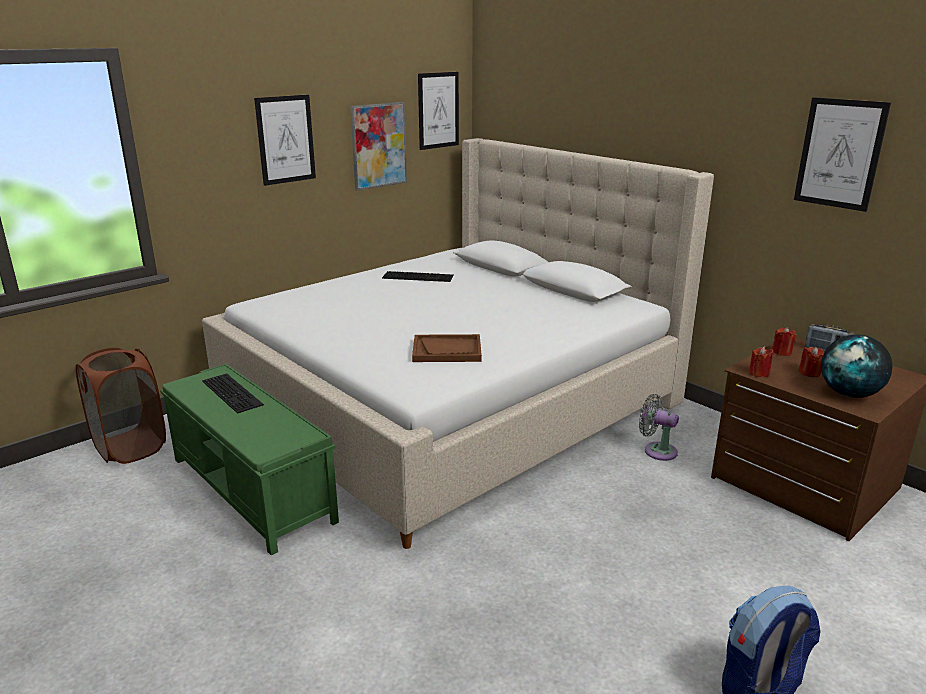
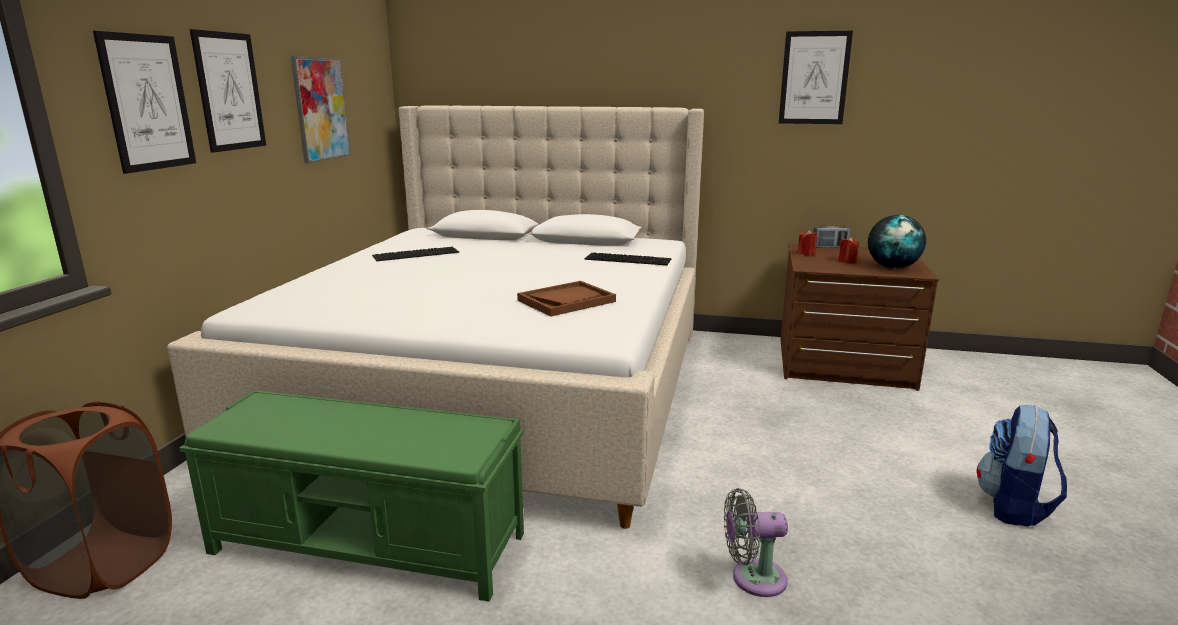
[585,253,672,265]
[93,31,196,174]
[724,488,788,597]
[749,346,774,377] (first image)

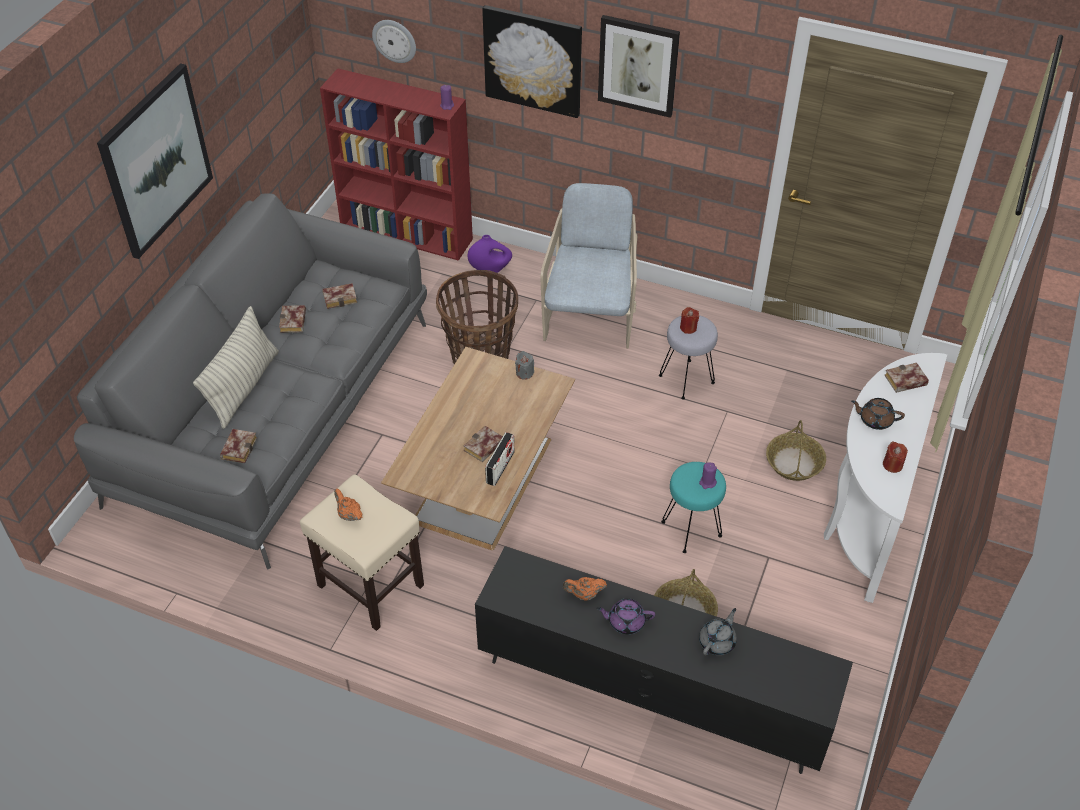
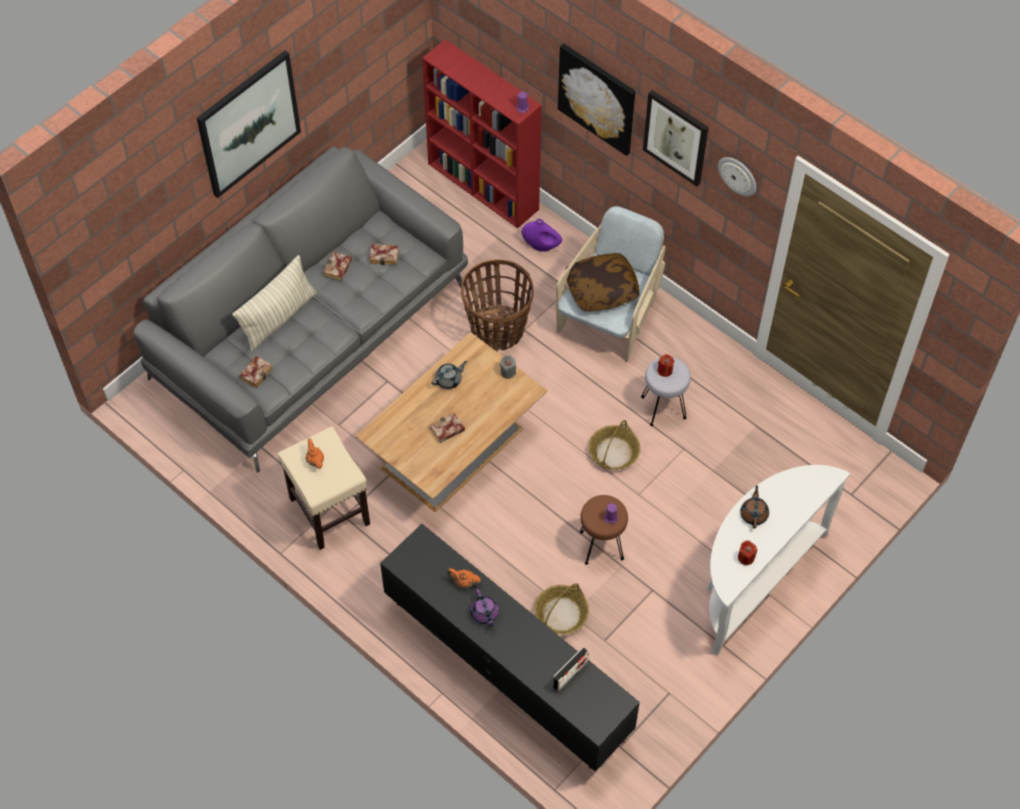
[718,157,756,196]
[552,647,589,692]
[470,589,499,627]
[580,495,628,565]
[431,361,467,389]
[589,420,640,470]
[740,485,769,529]
[884,363,929,393] (first image)
[566,253,640,311]

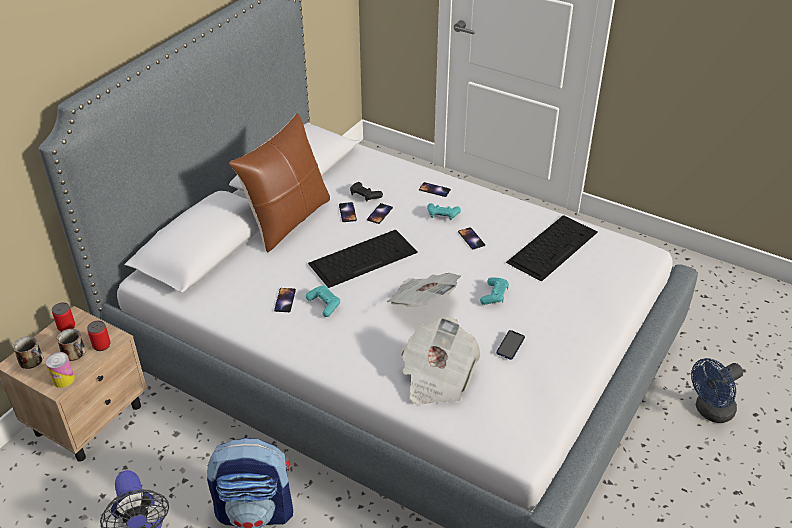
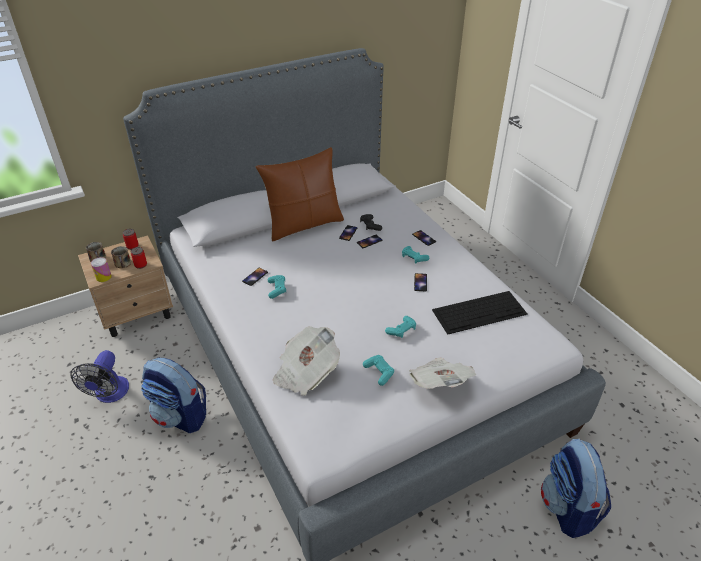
[308,230,418,288] (first image)
[409,358,477,389]
[363,355,394,386]
[541,438,611,538]

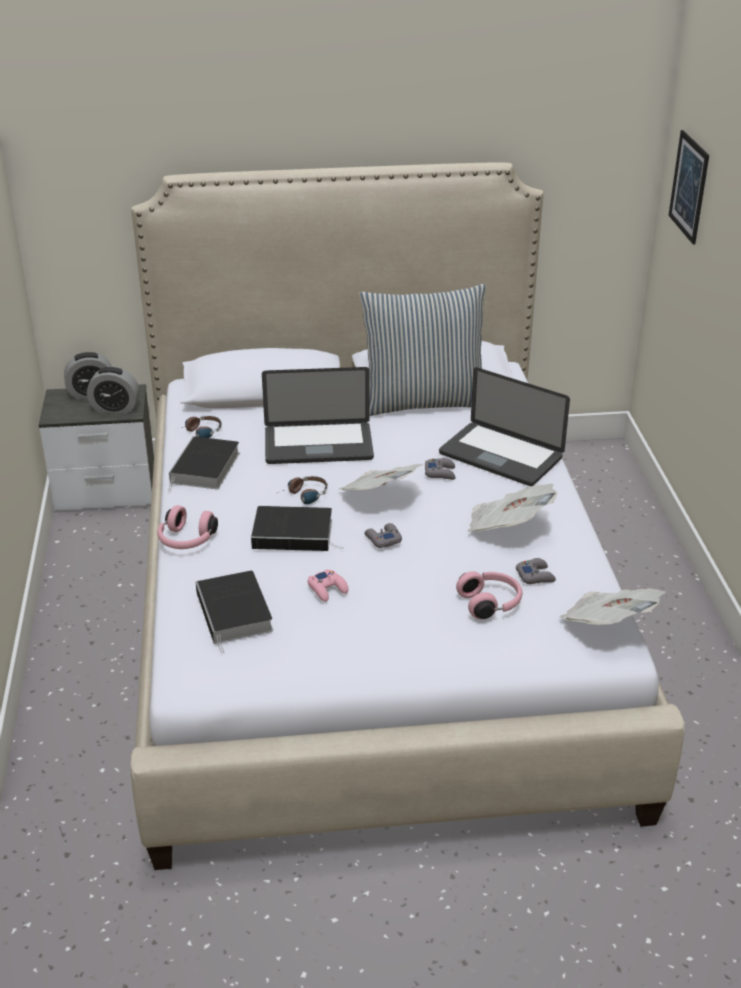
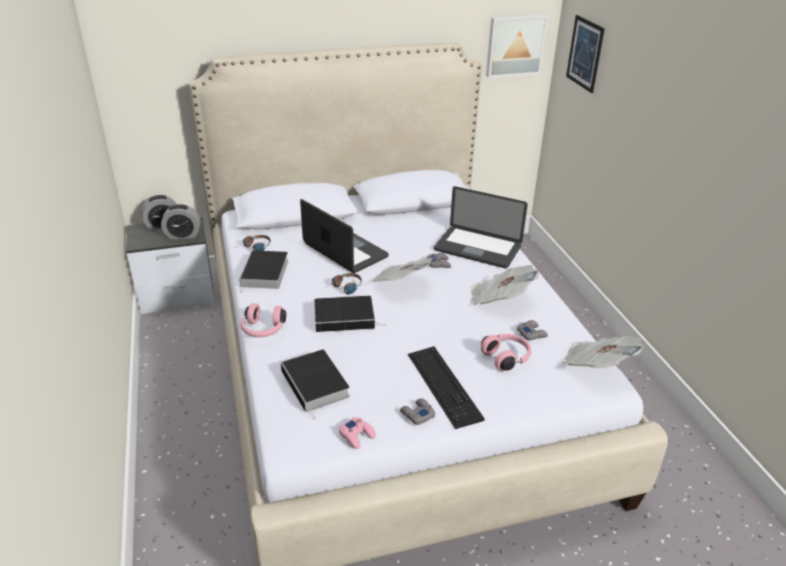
[300,199,389,273]
[339,417,376,449]
[359,284,486,416] (first image)
[400,398,435,425]
[408,346,485,429]
[486,15,548,78]

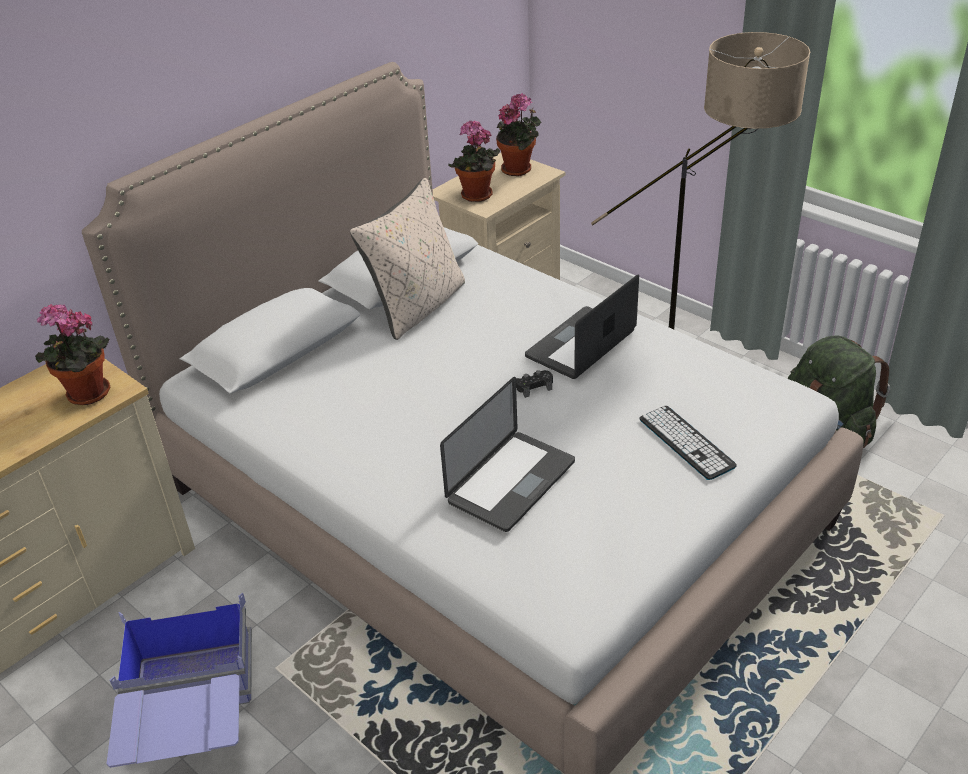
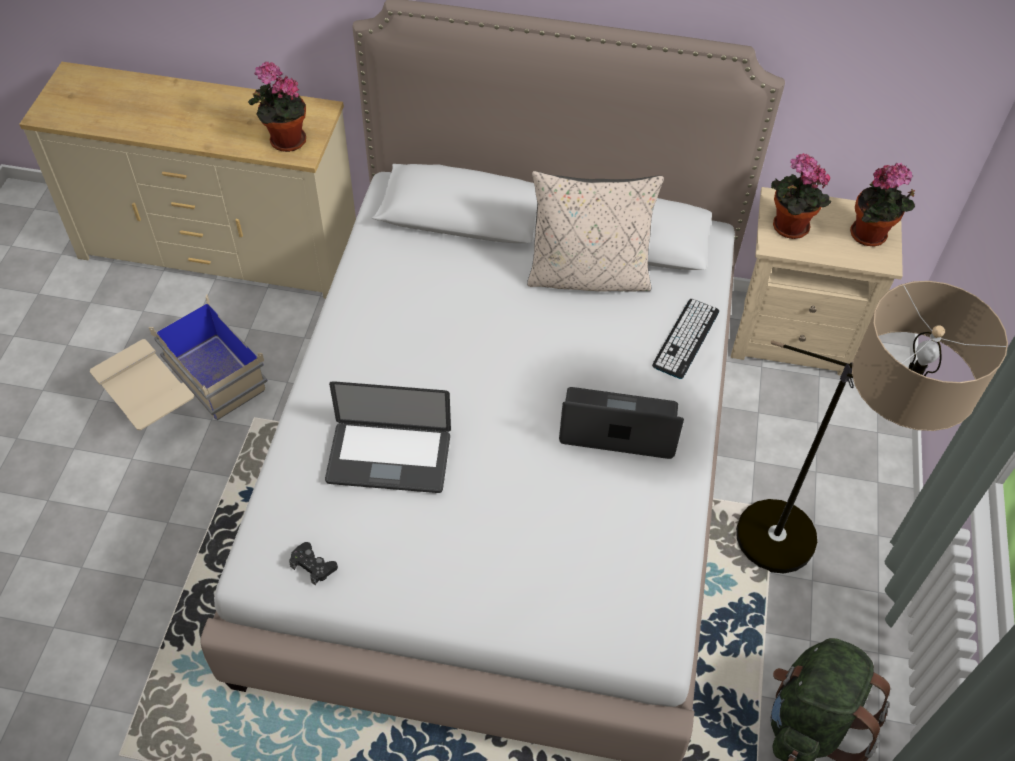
[89,294,268,430]
[289,542,338,586]
[652,299,719,379]

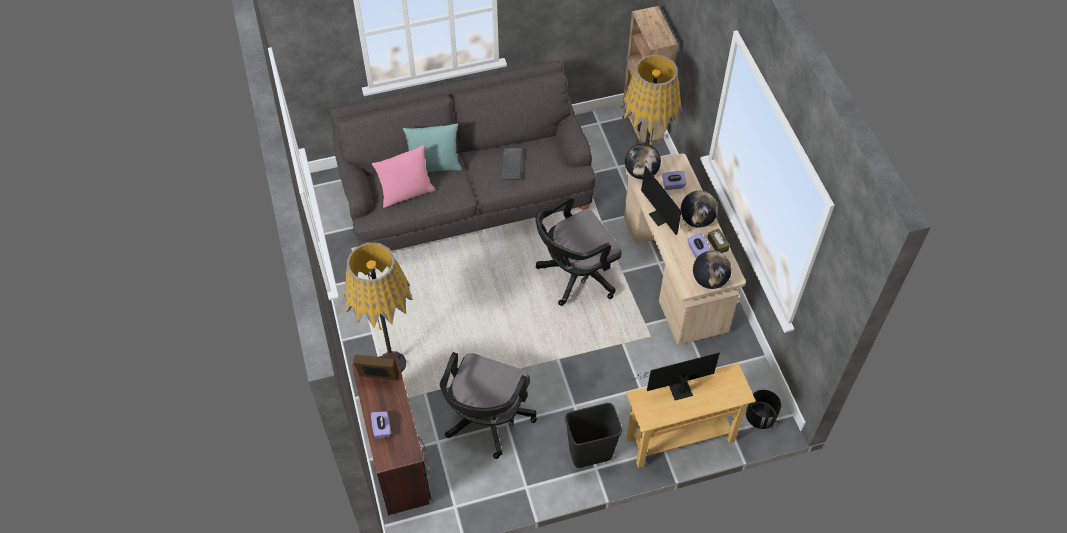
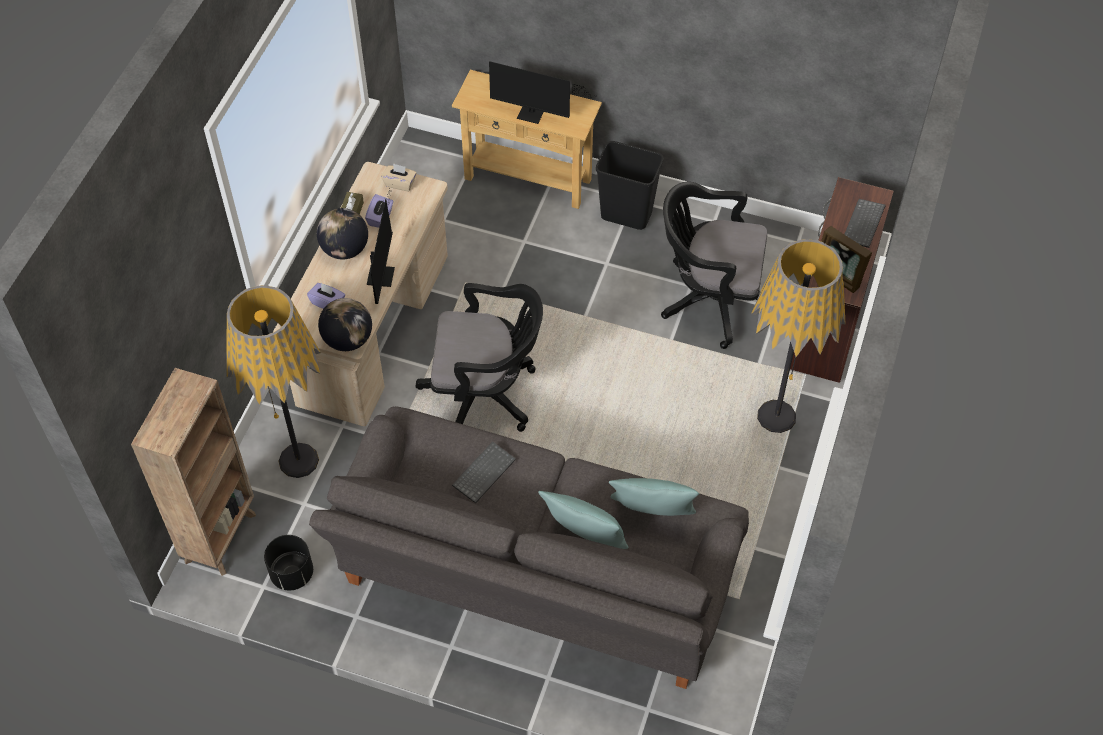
[844,199,886,248]
[609,478,699,516]
[661,182,767,349]
[381,163,417,192]
[264,535,313,591]

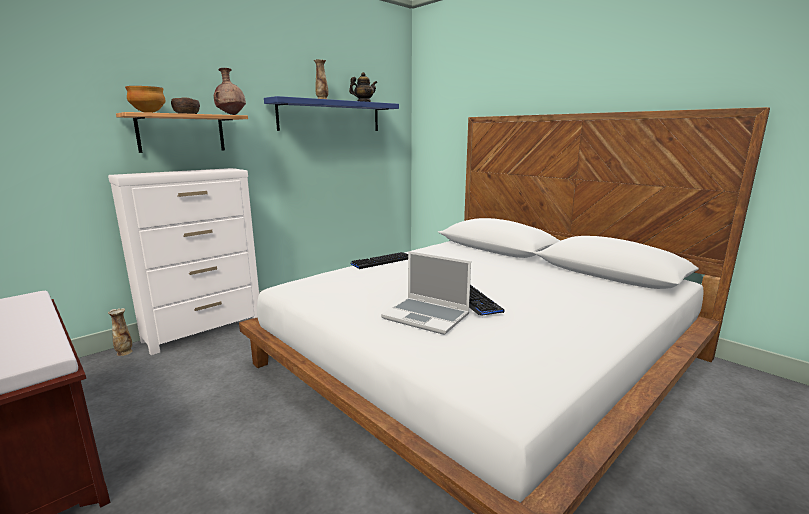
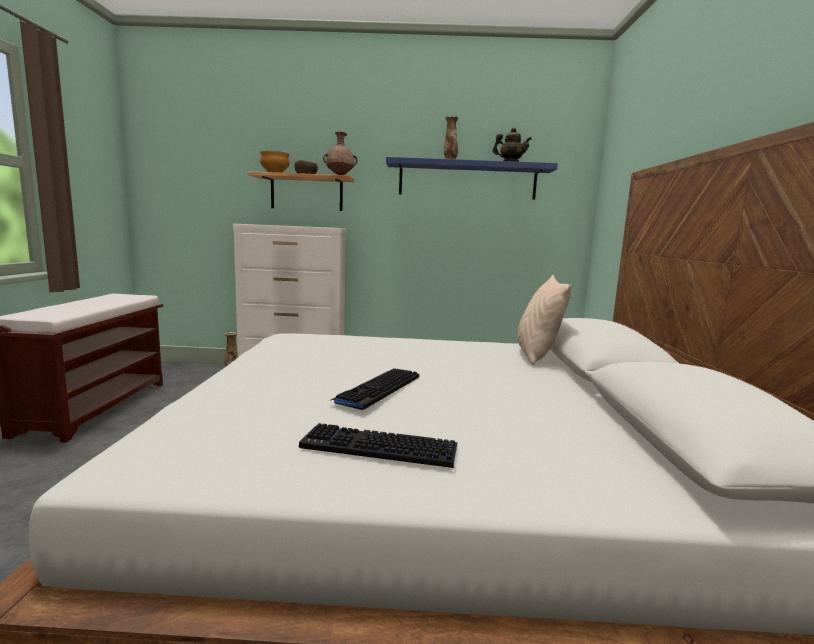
[299,423,458,468]
[381,251,471,335] (first image)
[518,275,572,365]

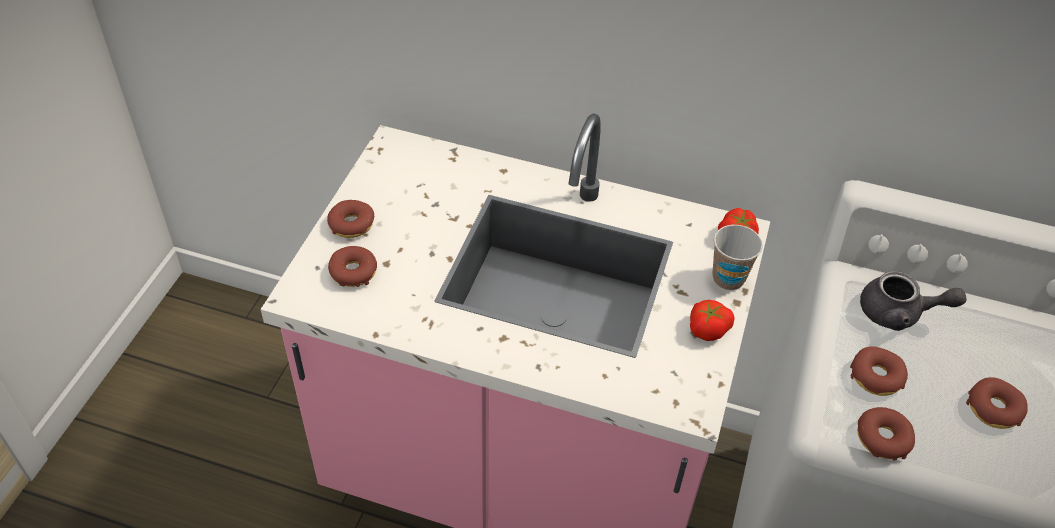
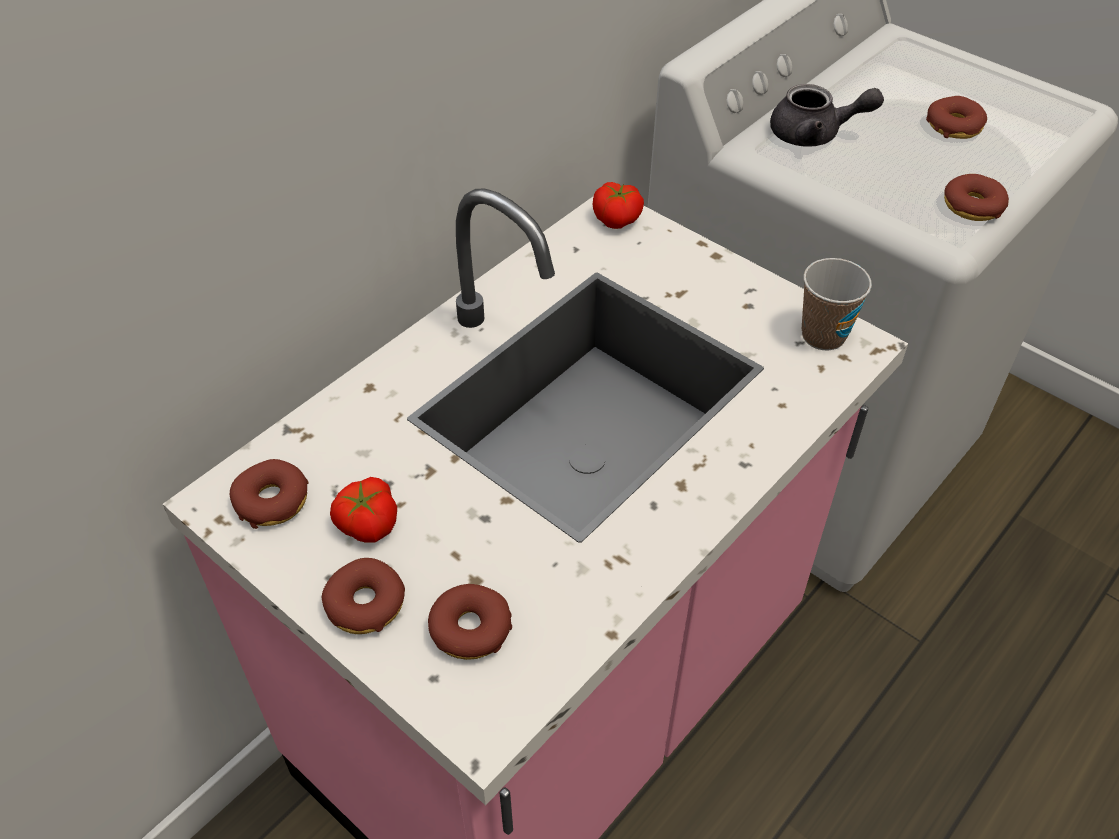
[330,477,397,543]
[802,258,872,351]
[230,459,309,529]
[770,84,884,147]

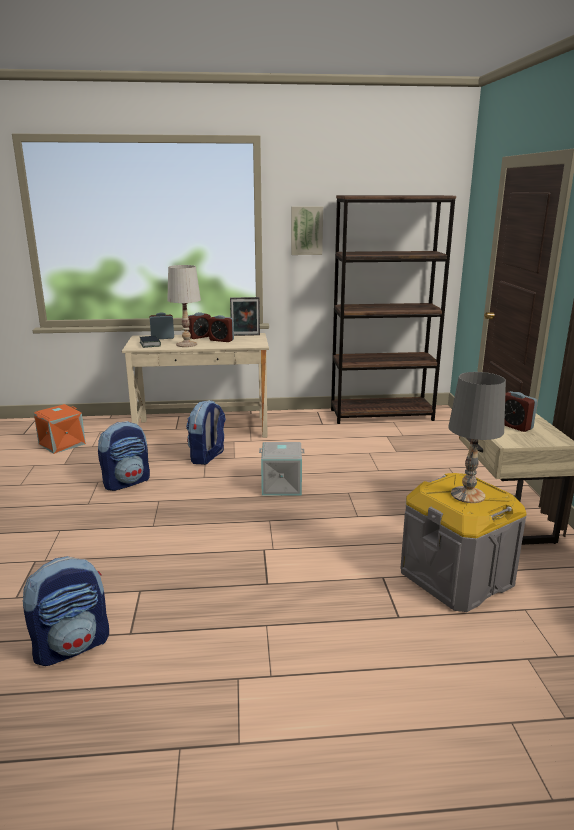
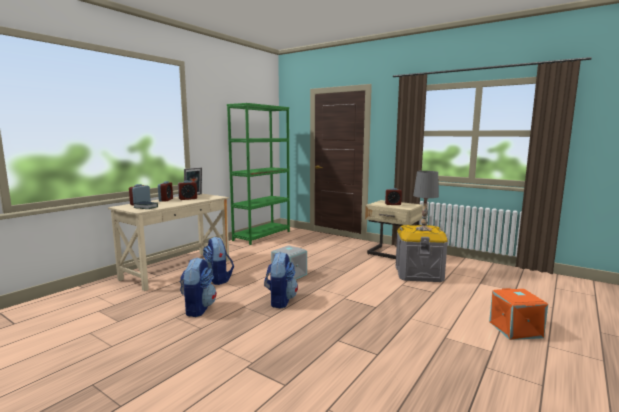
[264,252,298,309]
[489,288,548,340]
[167,265,201,347] (first image)
[291,206,323,255] (first image)
[227,103,290,245]

